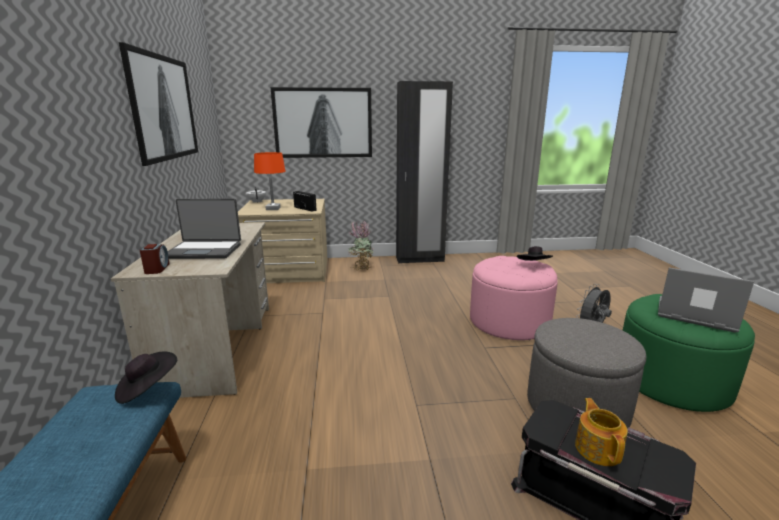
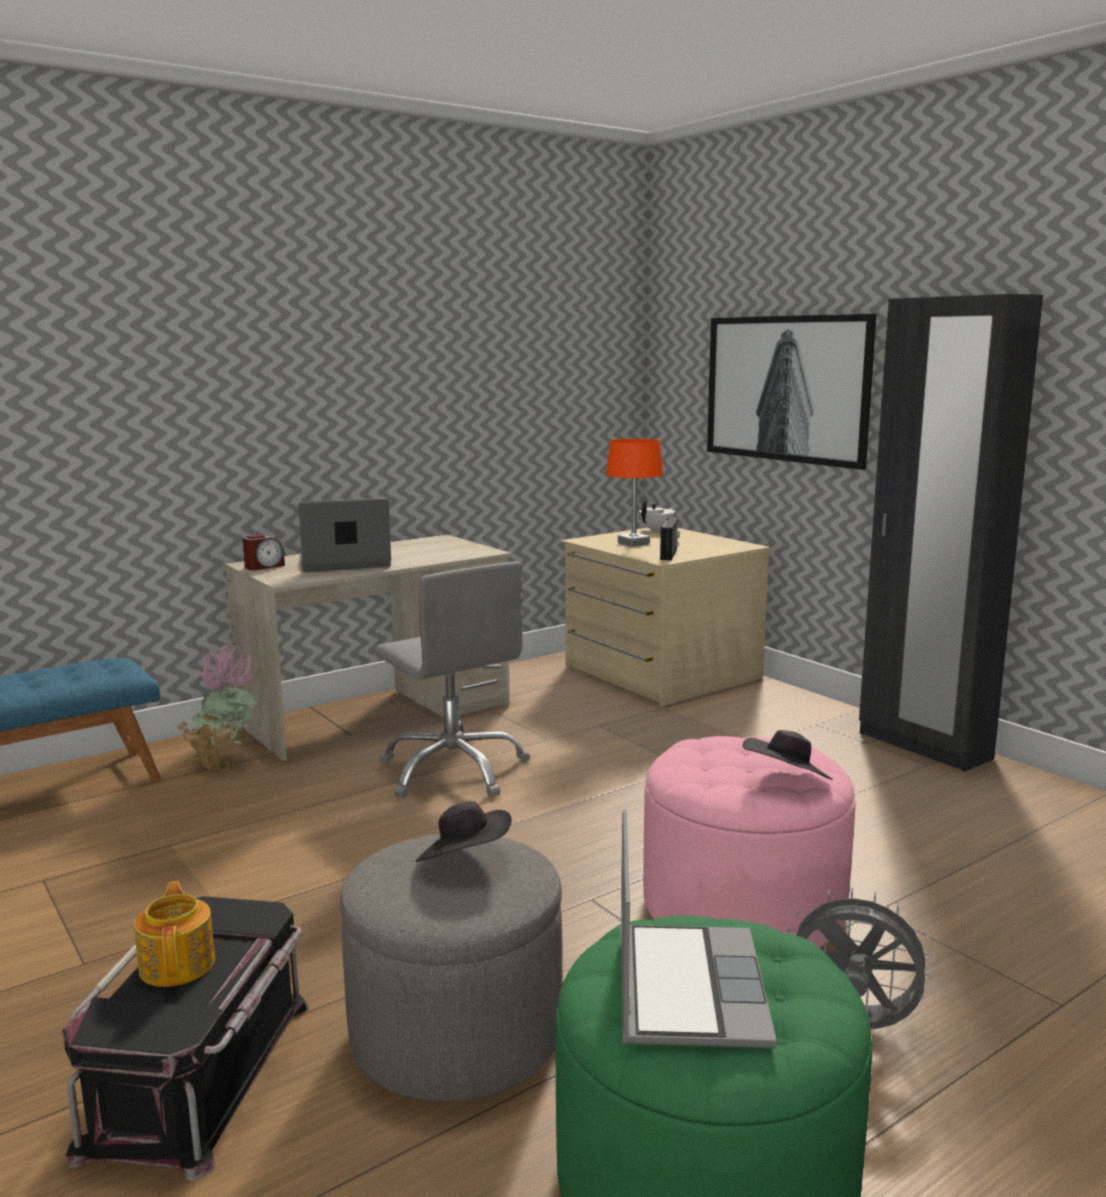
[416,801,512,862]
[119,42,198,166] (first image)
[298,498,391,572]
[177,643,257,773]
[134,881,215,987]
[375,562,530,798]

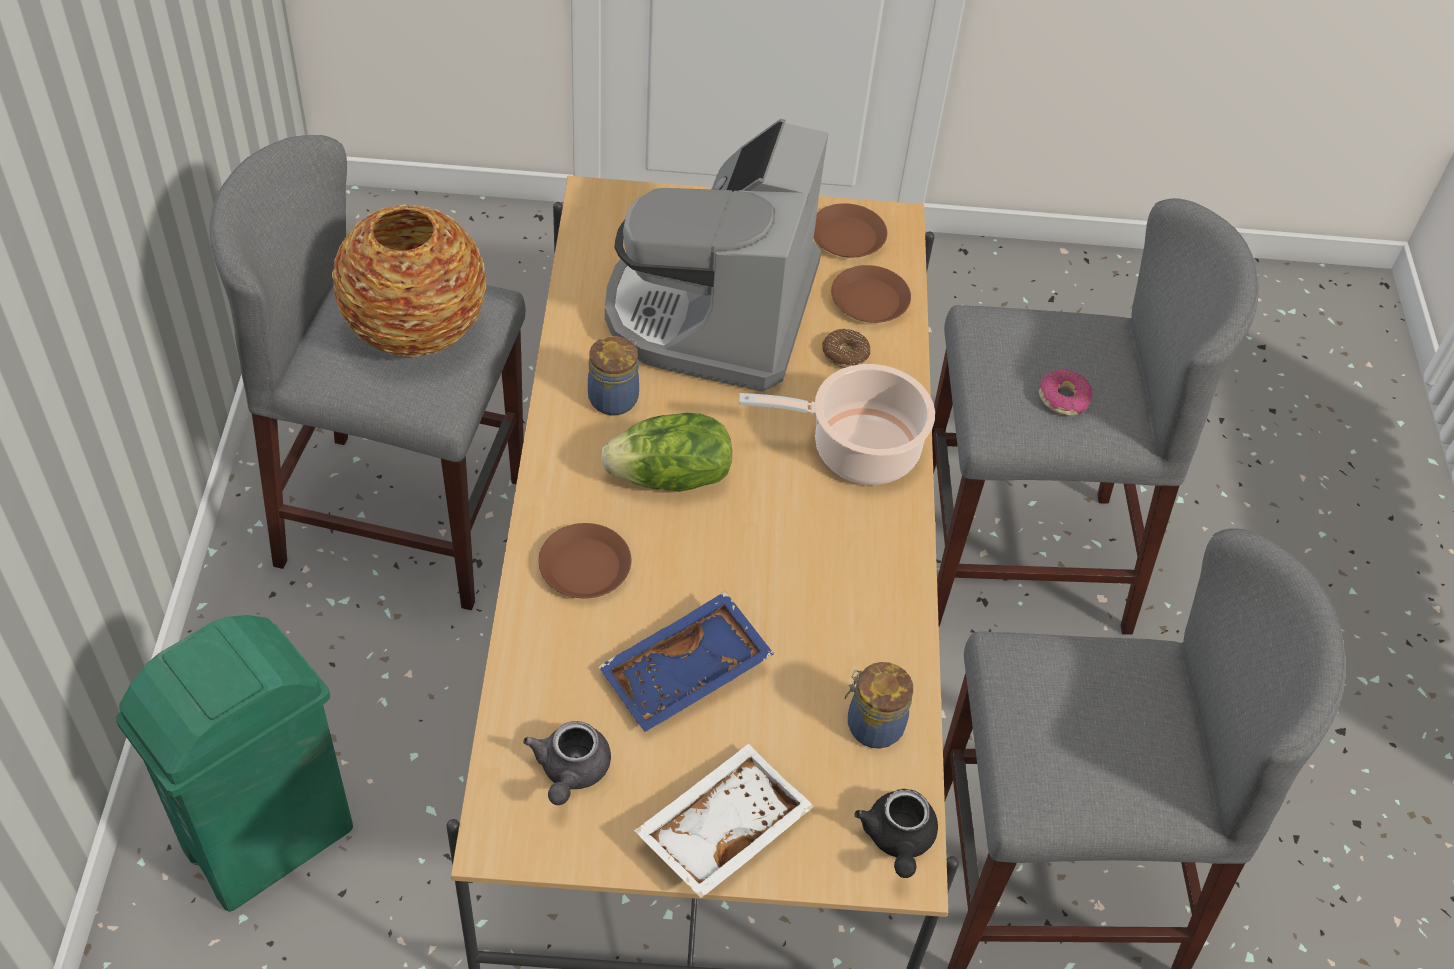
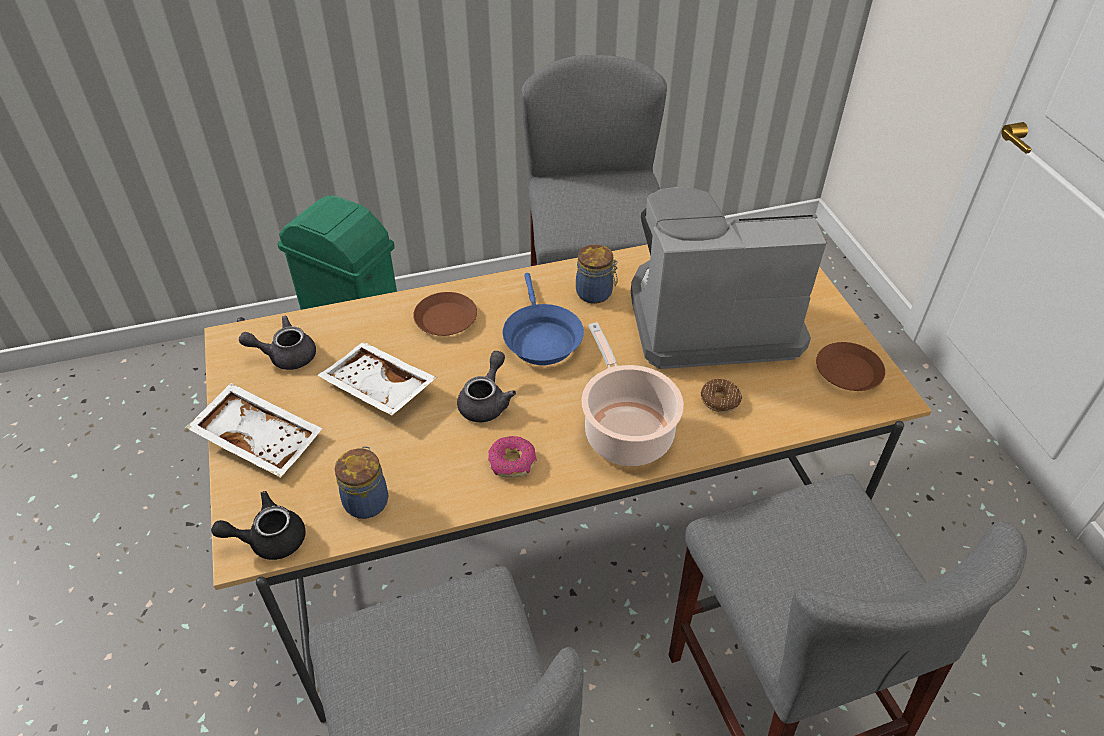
[332,204,486,357] (first image)
[318,342,437,416]
[502,273,584,365]
[831,265,911,323] (first image)
[488,436,537,478]
[457,351,516,422]

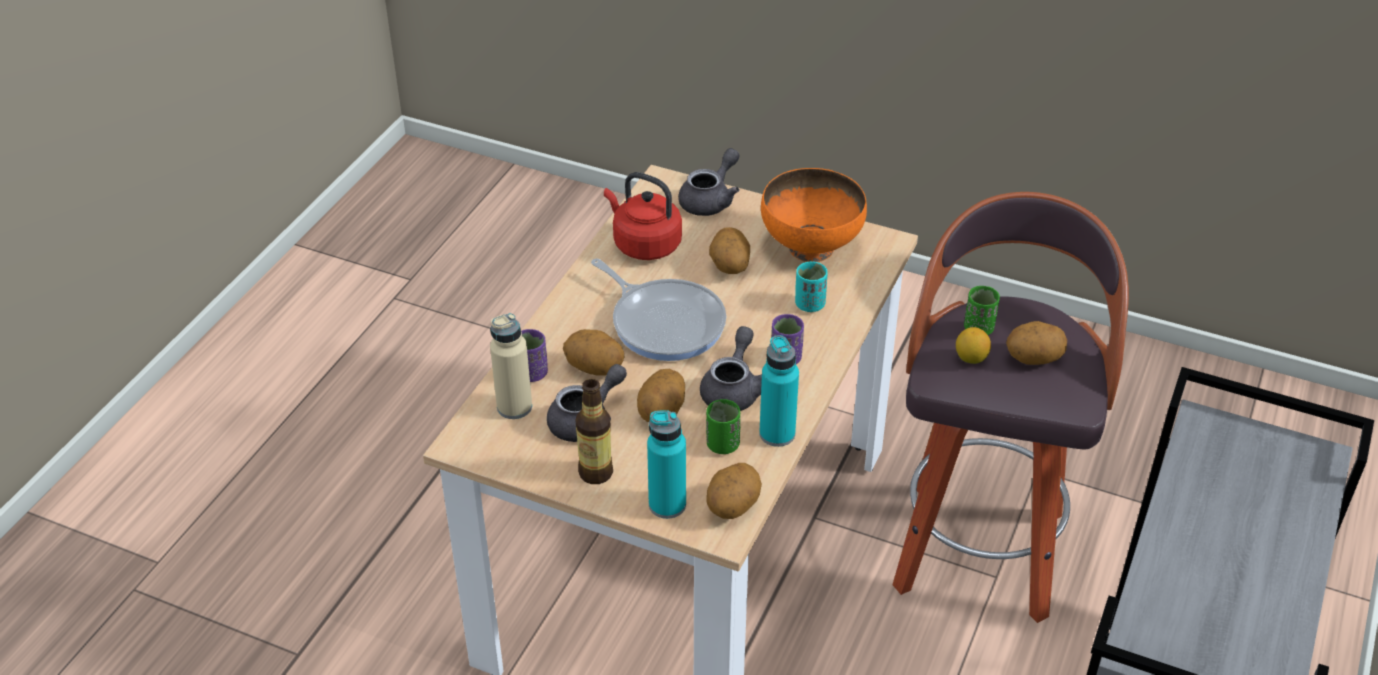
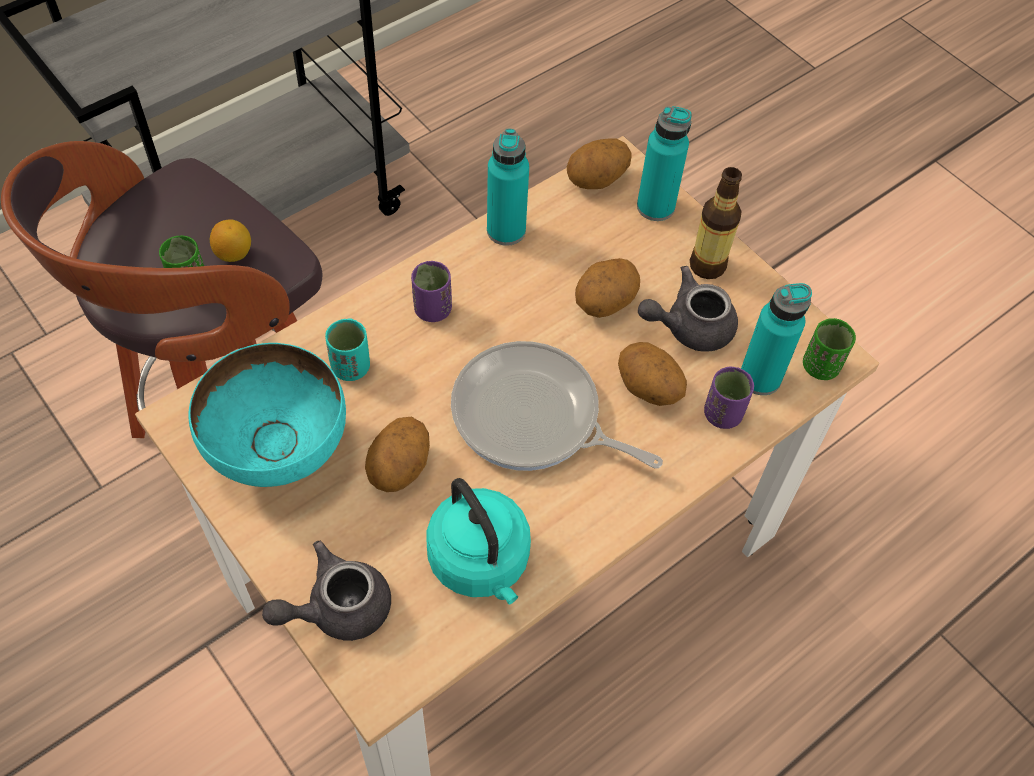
[741,283,812,395]
[451,341,663,471]
[426,478,531,605]
[700,326,762,411] (first image)
[803,318,856,380]
[188,343,346,487]
[1006,321,1067,365] (first image)

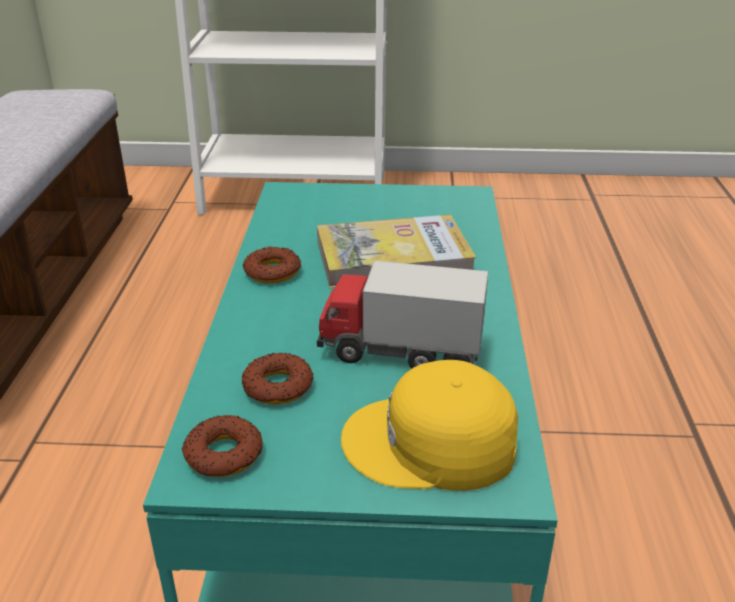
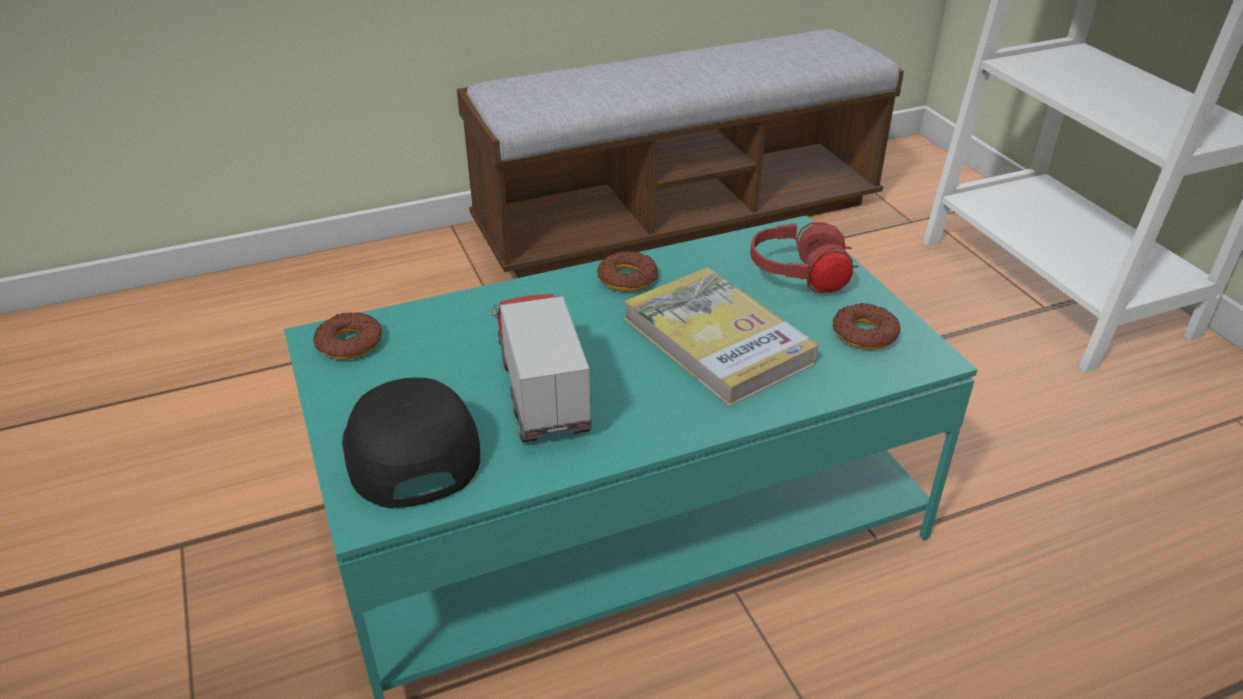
[832,303,900,350]
[342,377,480,508]
[750,222,858,293]

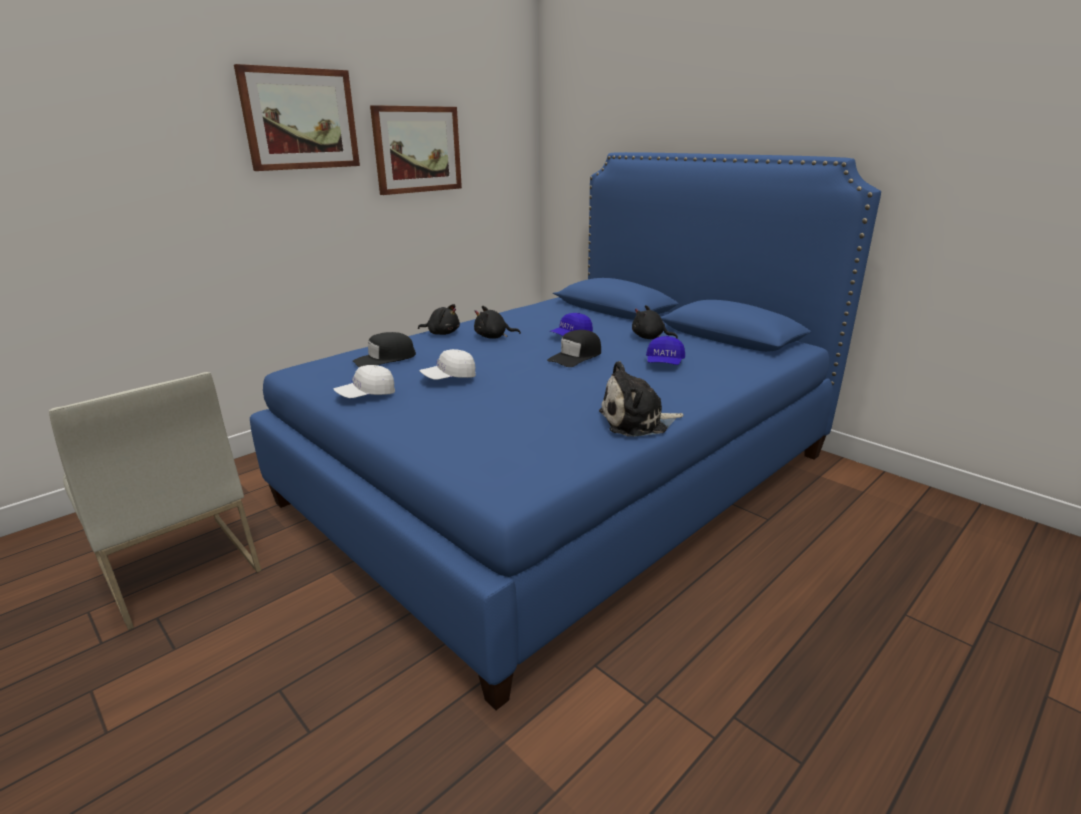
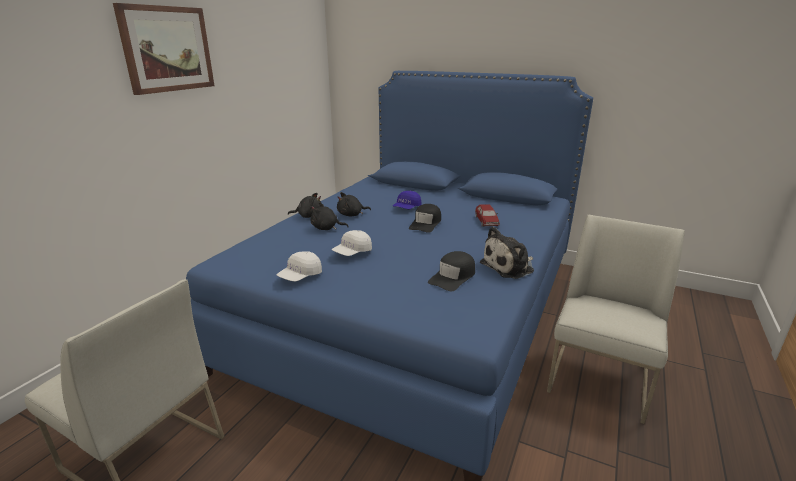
[428,251,475,291]
[370,105,462,195] (first image)
[311,202,349,230]
[475,204,500,227]
[547,215,685,424]

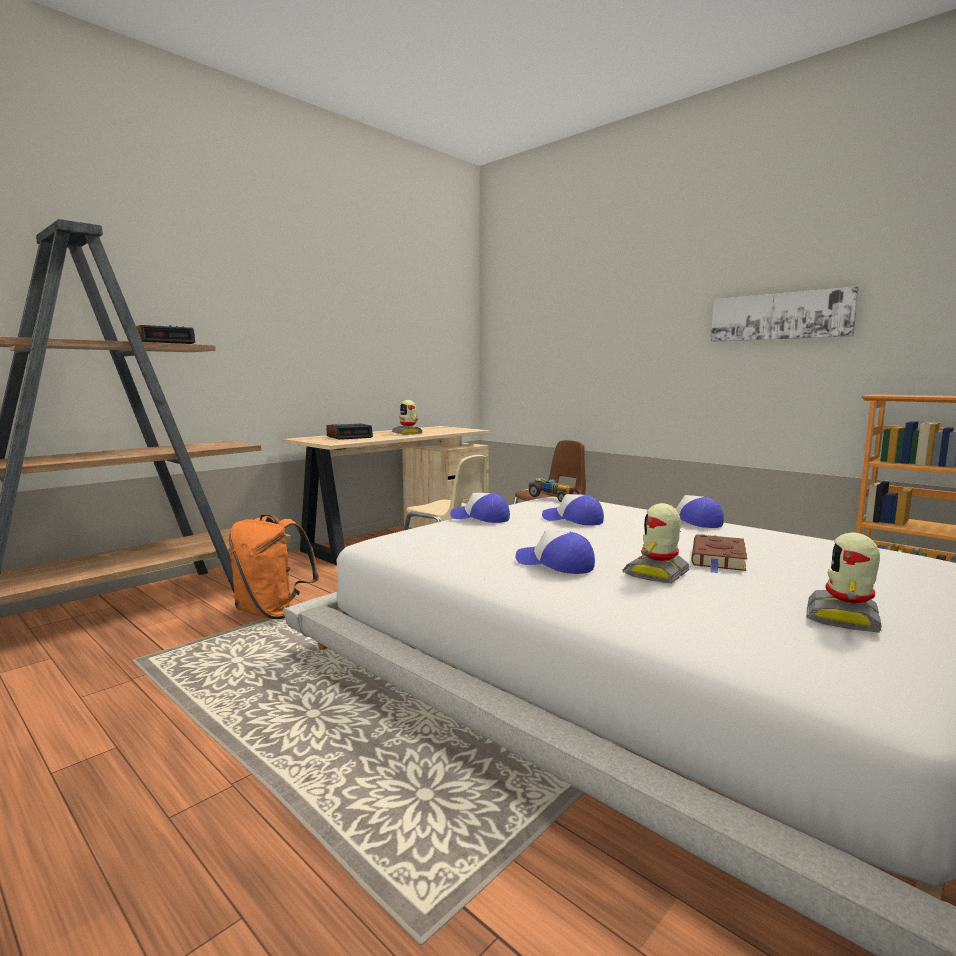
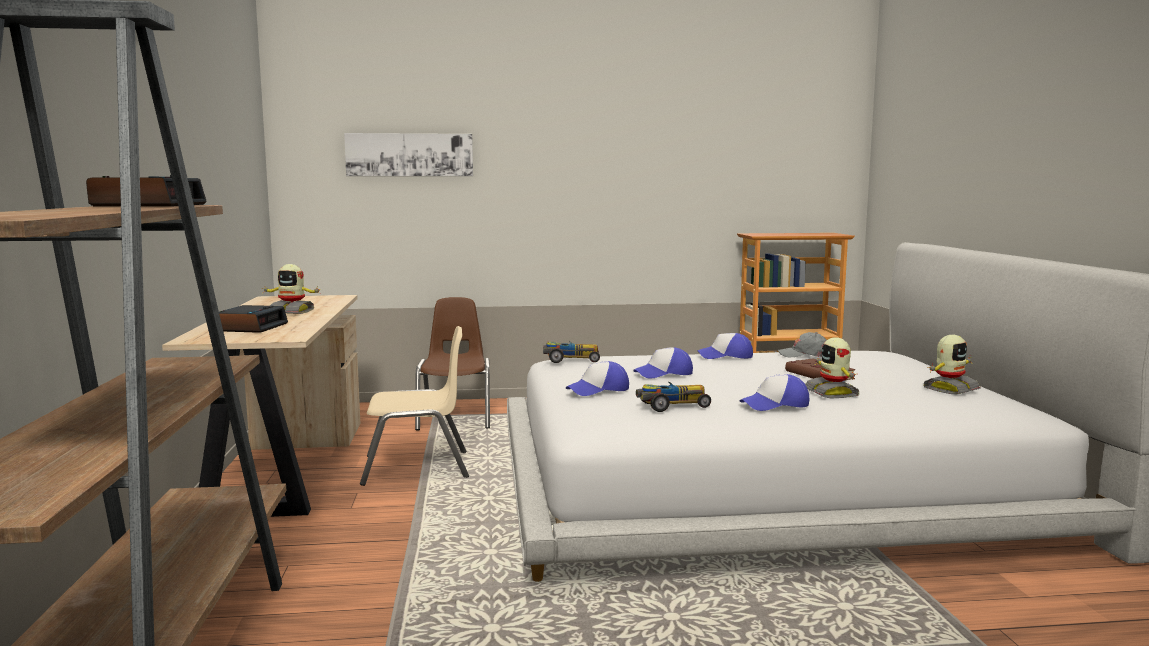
[228,514,319,619] (first image)
[344,133,473,176]
[923,335,981,394]
[636,382,711,412]
[778,332,826,357]

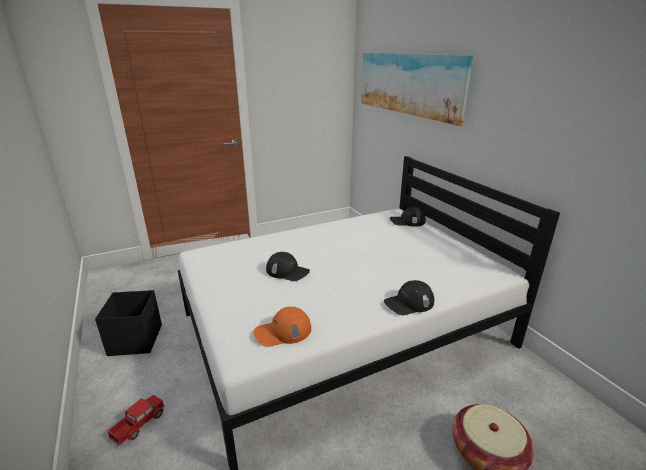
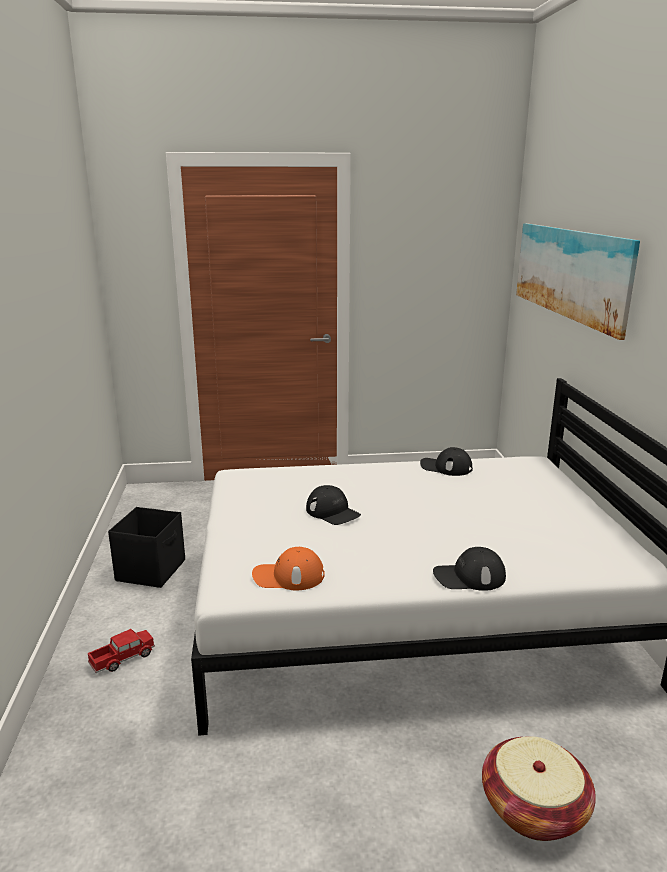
[420,447,473,476]

